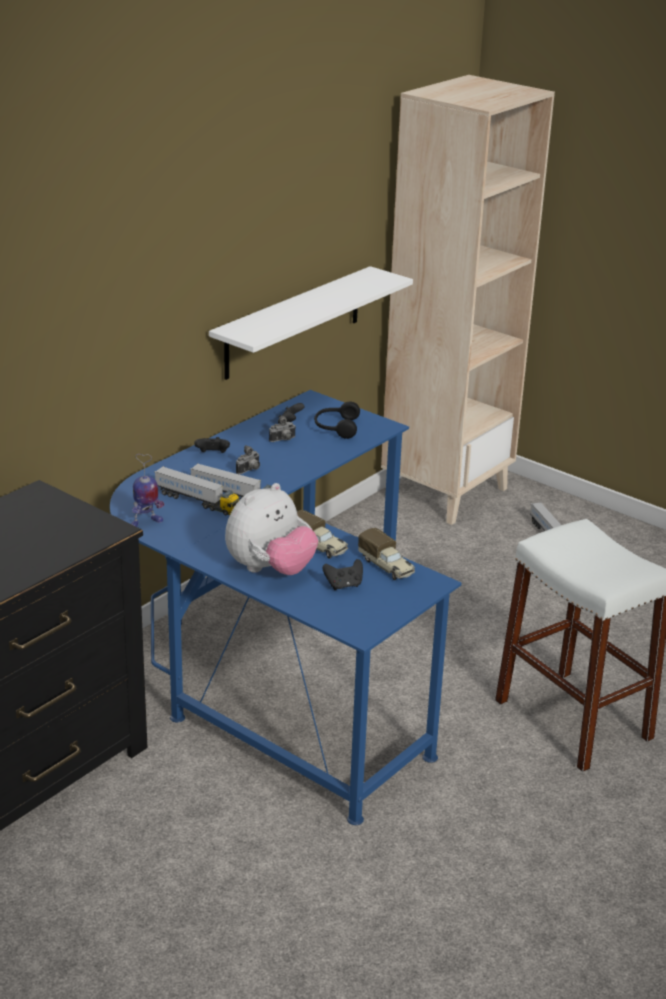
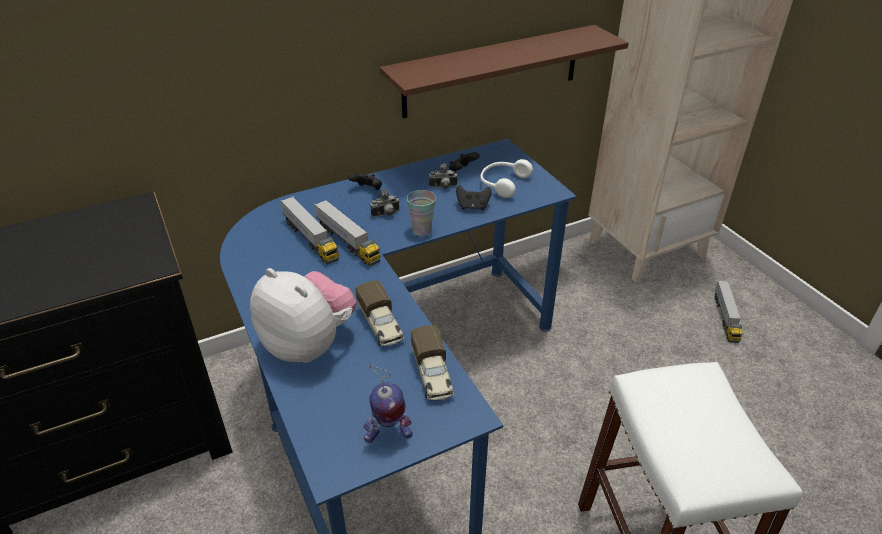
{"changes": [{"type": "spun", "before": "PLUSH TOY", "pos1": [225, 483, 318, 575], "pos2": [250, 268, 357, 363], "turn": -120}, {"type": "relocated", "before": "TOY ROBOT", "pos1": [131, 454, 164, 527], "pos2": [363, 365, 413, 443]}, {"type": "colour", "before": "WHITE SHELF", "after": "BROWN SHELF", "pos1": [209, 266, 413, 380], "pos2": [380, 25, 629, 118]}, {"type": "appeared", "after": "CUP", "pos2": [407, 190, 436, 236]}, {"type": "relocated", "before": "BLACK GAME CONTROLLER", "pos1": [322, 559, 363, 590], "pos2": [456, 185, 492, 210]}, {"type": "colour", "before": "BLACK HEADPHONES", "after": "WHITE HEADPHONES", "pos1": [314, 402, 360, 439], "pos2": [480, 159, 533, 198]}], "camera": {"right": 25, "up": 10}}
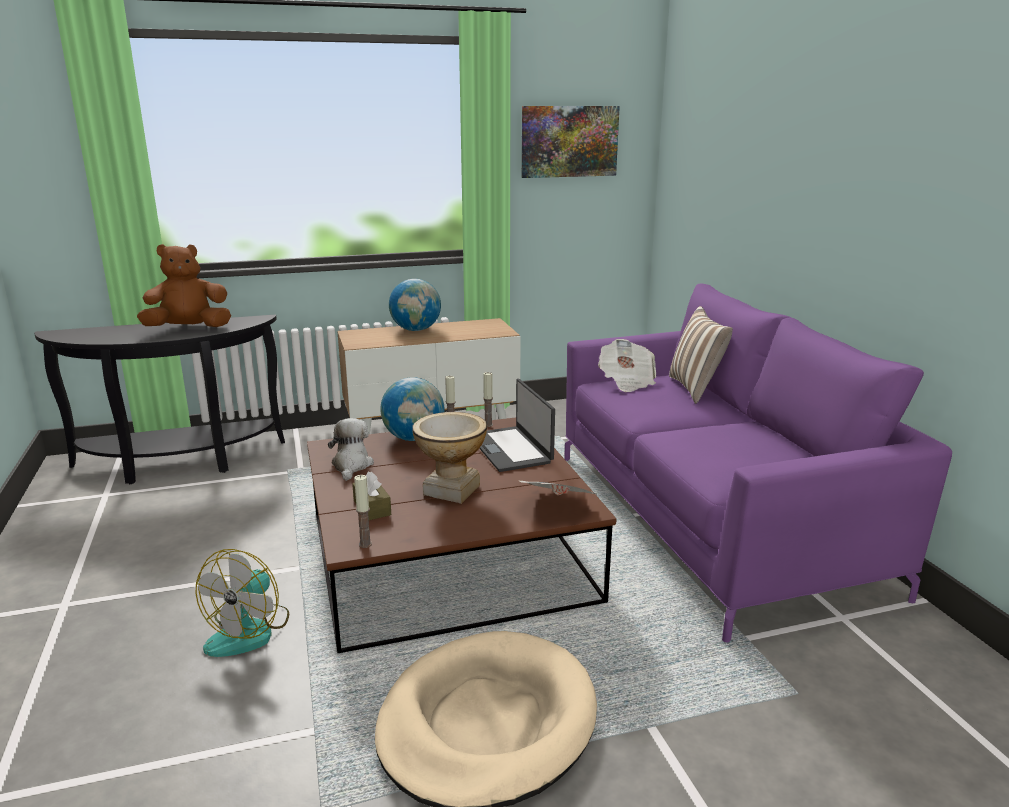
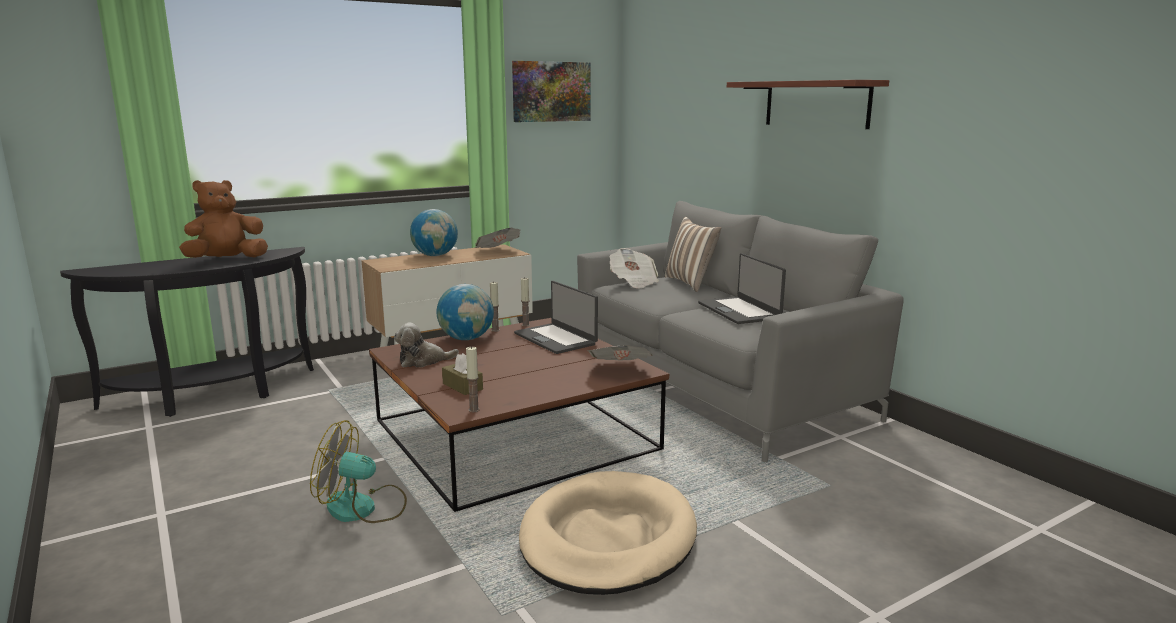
{"changes": [{"type": "spun", "before": "FAN", "pos1": [196, 549, 289, 657], "pos2": [310, 420, 407, 523], "turn": 90}, {"type": "spun", "before": "PLUSH TOY", "pos1": [328, 418, 374, 481], "pos2": [394, 323, 459, 367], "turn": -90}, {"type": "appeared", "after": "NEWSPAPER", "pos2": [475, 228, 520, 248]}, {"type": "colour", "before": "PURPLE SOFA", "after": "GREY SOFA", "pos1": [564, 283, 952, 642], "pos2": [577, 201, 904, 462]}, {"type": "appeared", "after": "LAPTOP", "pos2": [698, 253, 786, 324]}, {"type": "appeared", "after": "SHELF", "pos2": [727, 80, 889, 129]}, {"type": "missing", "before": "VASE", "pos1": [412, 412, 487, 504]}], "camera": {"right": -15, "up": -5}}
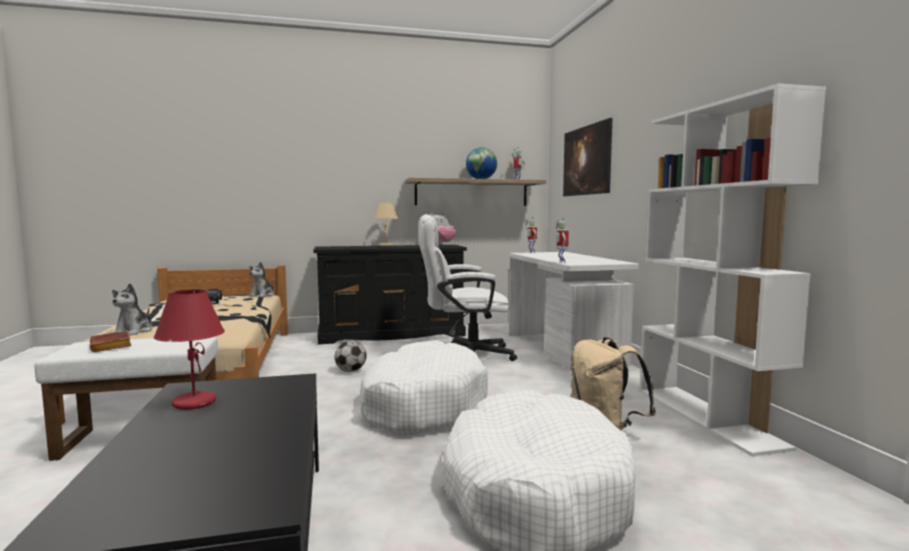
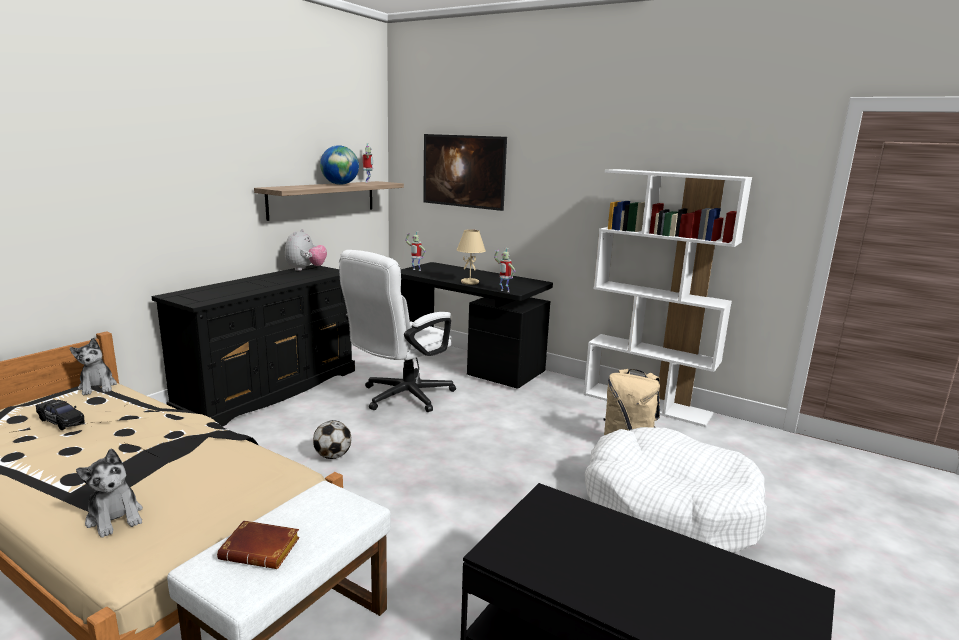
{"changes": [{"type": "colour", "before": "WHITE DESK", "after": "BLACK DESK", "pos1": [509, 252, 639, 369], "pos2": [401, 262, 553, 388]}, {"type": "relocated", "before": "BEIGE TABLE LAMP", "pos1": [374, 202, 398, 247], "pos2": [457, 230, 486, 285]}, {"type": "missing", "before": "RED TABLE LAMP", "pos1": [154, 289, 225, 410]}, {"type": "missing", "before": "WHITE DOG BED", "pos1": [360, 340, 488, 435]}], "camera": {"right": -45, "up": 10}}
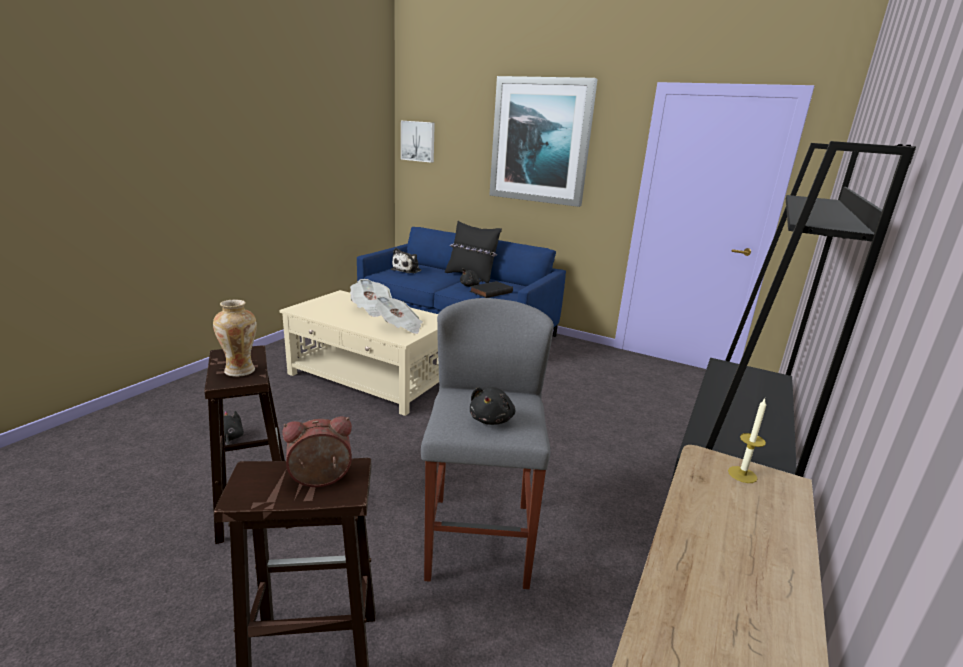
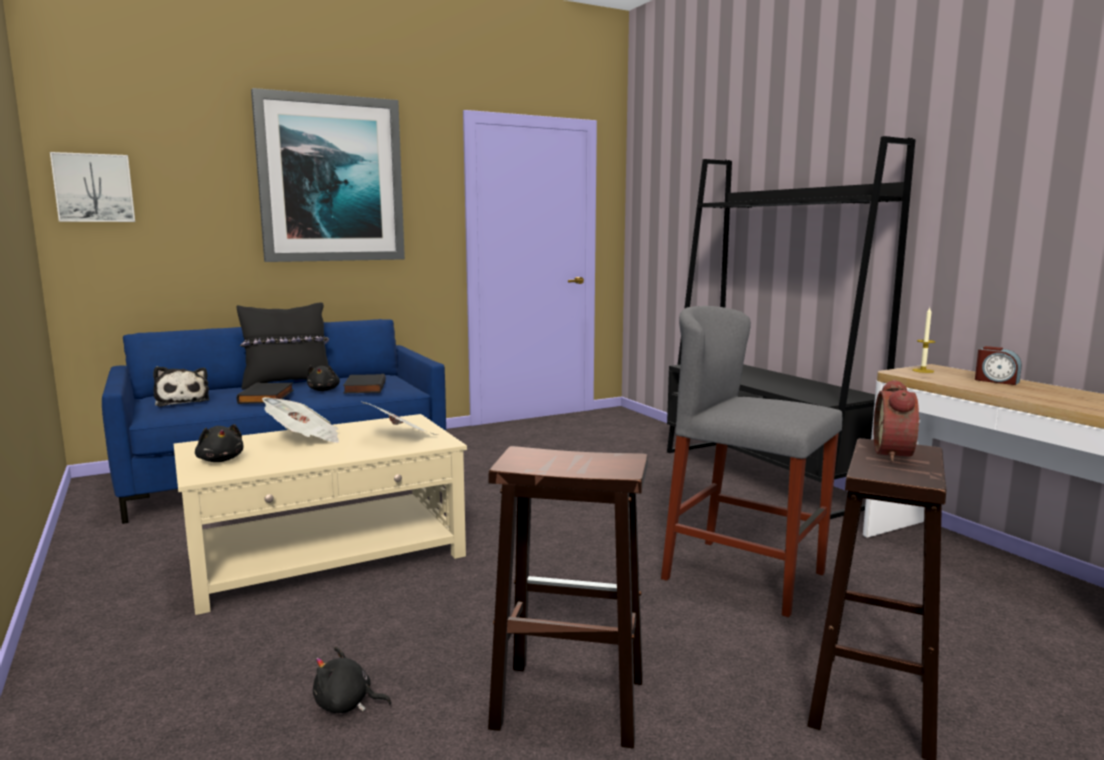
{"changes": [{"type": "relocated", "before": "BLACK PLUSH TOY", "pos1": [470, 387, 515, 425], "pos2": [195, 424, 243, 462]}, {"type": "appeared", "after": "BLACK BOOK", "pos2": [237, 383, 294, 404]}, {"type": "appeared", "after": "ALARM CLOCK", "pos2": [975, 346, 1022, 385]}, {"type": "missing", "before": "VASE", "pos1": [213, 299, 257, 377]}], "camera": {"right": -55, "up": -10}}
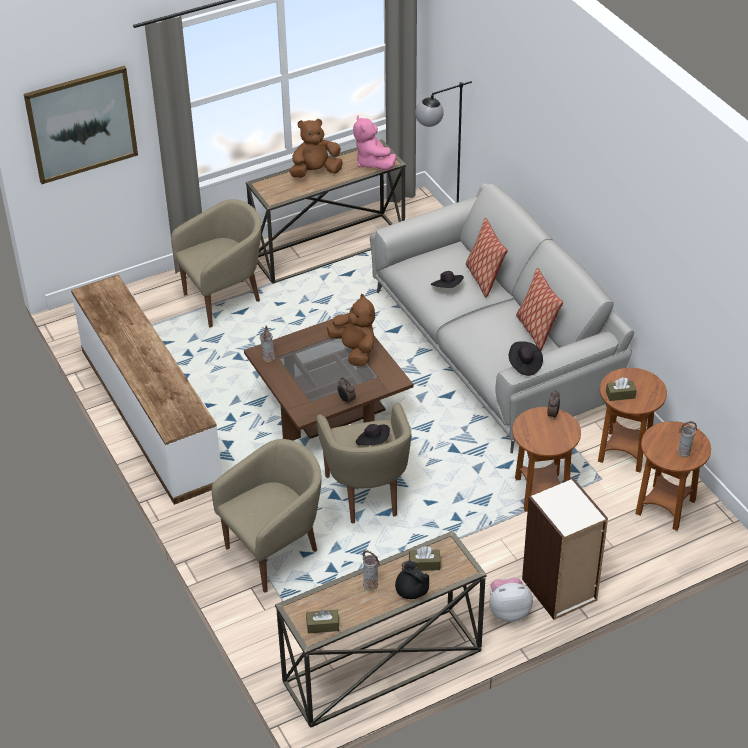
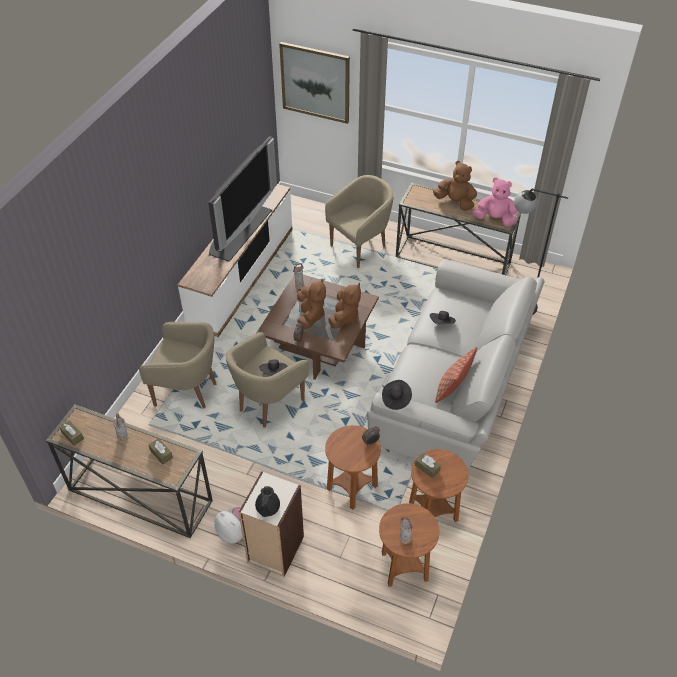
{"changes": [{"type": "appeared", "after": "TELEVISION", "pos2": [208, 136, 277, 262]}, {"type": "relocated", "before": "BLACK TEAPOT", "pos1": [395, 561, 429, 599], "pos2": [255, 486, 280, 517]}, {"type": "appeared", "after": "BROWN PLUSH TOY", "pos2": [297, 279, 326, 329]}, {"type": "spun", "before": "BEIGE ARMCHAIR", "pos1": [171, 199, 262, 328], "pos2": [325, 175, 394, 268], "turn": -60}, {"type": "spun", "before": "PINK PLUSH TOY", "pos1": [353, 115, 396, 170], "pos2": [473, 178, 518, 226], "turn": 75}, {"type": "missing", "before": "PILLOW", "pos1": [466, 218, 507, 298]}], "camera": {"right": 50, "up": 5}}
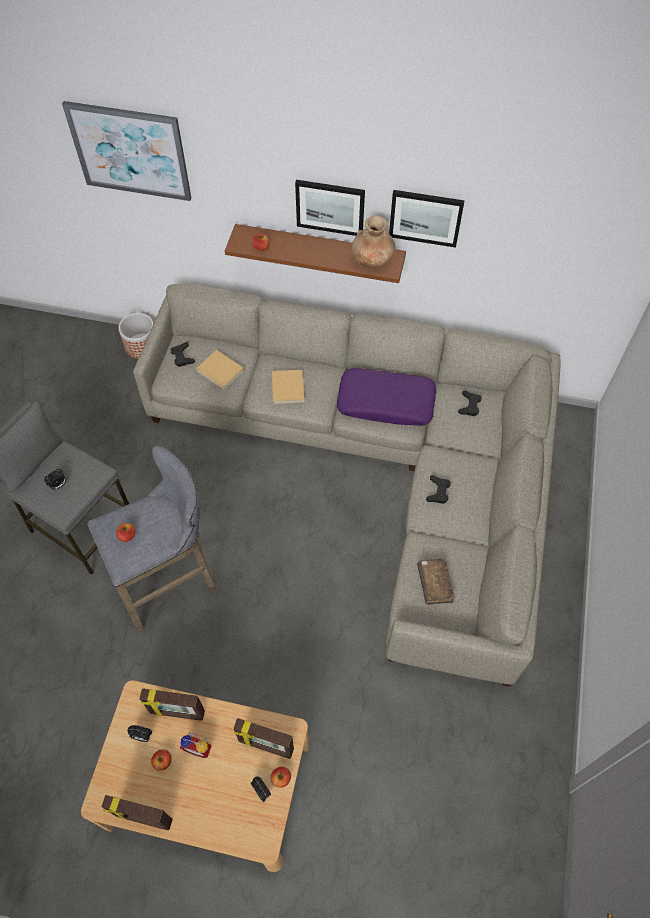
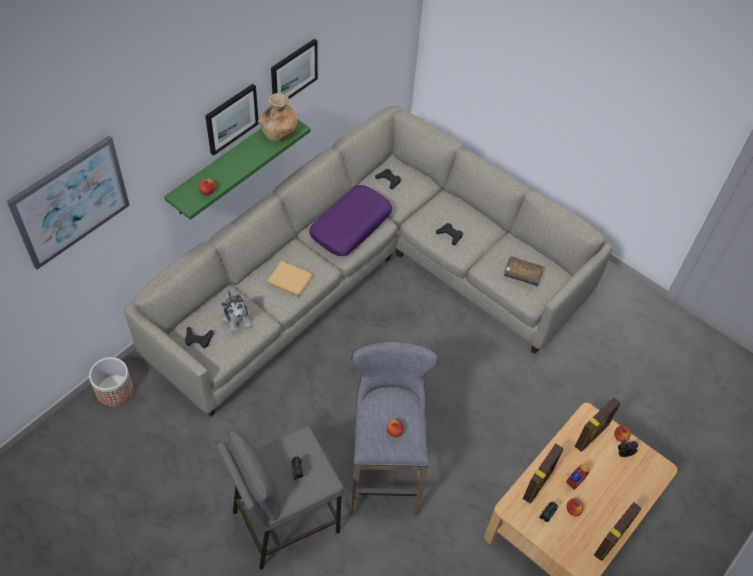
{"changes": [{"type": "colour", "before": "BROWN SHELF", "after": "GREEN SHELF", "pos1": [225, 224, 406, 283], "pos2": [164, 121, 311, 220]}, {"type": "exchanged", "before": "BEIGE BOOK", "after": "PLUSH TOY", "pos1": [196, 350, 244, 390], "pos2": [221, 290, 252, 333]}], "camera": {"right": -65, "up": -5}}
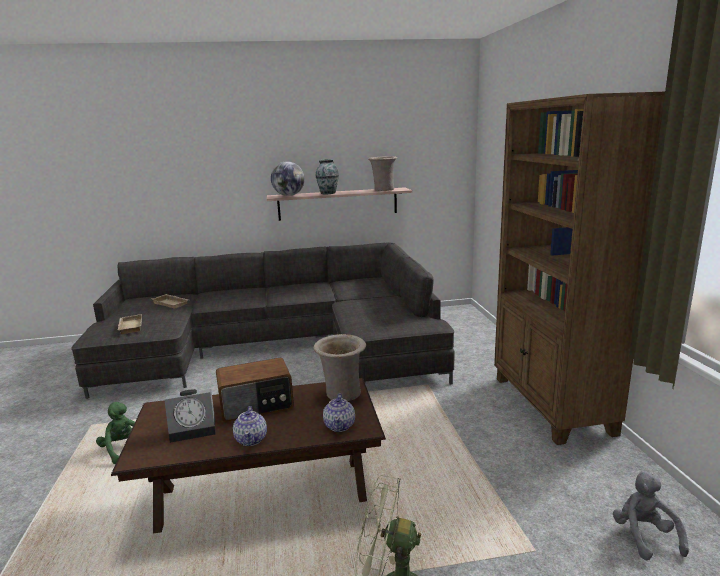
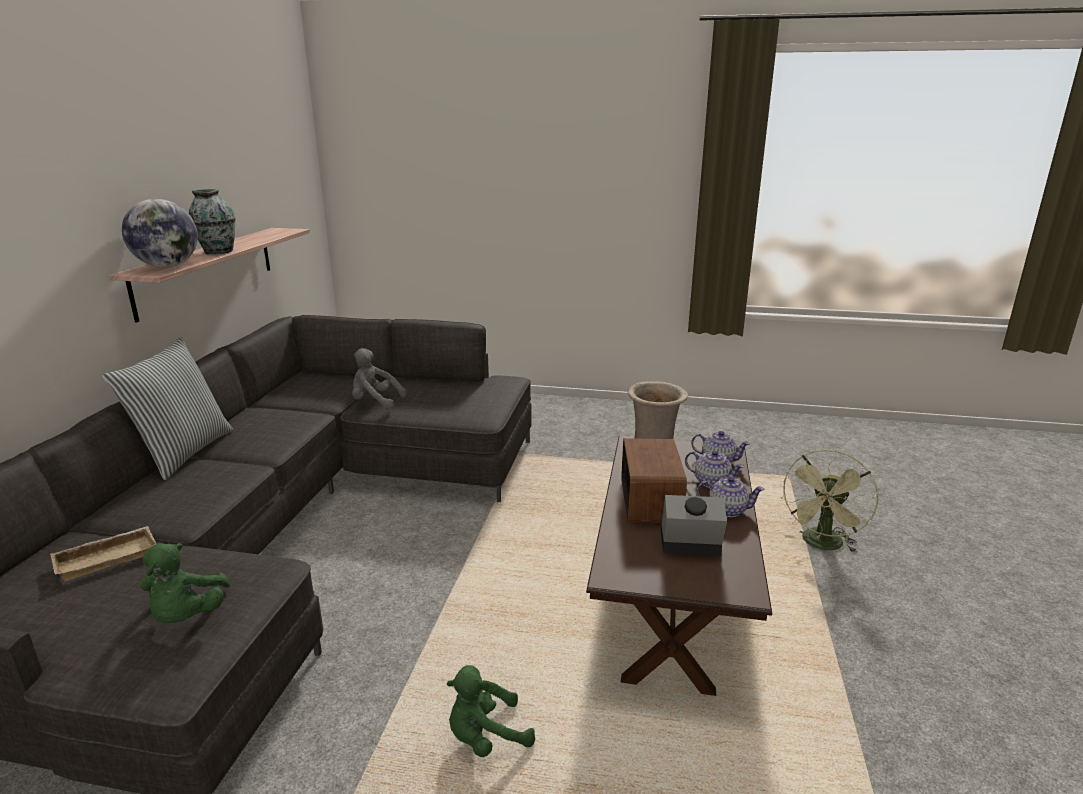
{"changes": [{"type": "appeared", "after": "PILLOW", "pos2": [102, 337, 233, 480]}, {"type": "exchanged", "before": "BEIGE TRAY", "after": "GREEN PLUSH TOY", "pos1": [118, 314, 142, 334], "pos2": [141, 543, 230, 623]}, {"type": "relocated", "before": "GREY PLUSH TOY", "pos1": [613, 472, 689, 560], "pos2": [352, 348, 407, 409]}, {"type": "spun", "before": "ALARM CLOCK", "pos1": [165, 389, 215, 443], "pos2": [661, 495, 727, 556], "turn": -90}, {"type": "appeared", "after": "TEAPOT", "pos2": [685, 450, 744, 488]}, {"type": "missing", "before": "BEIGE VASE", "pos1": [368, 156, 398, 191]}, {"type": "missing", "before": "BROWN BOOKCASE", "pos1": [494, 92, 665, 445]}], "camera": {"right": -70, "up": 5}}
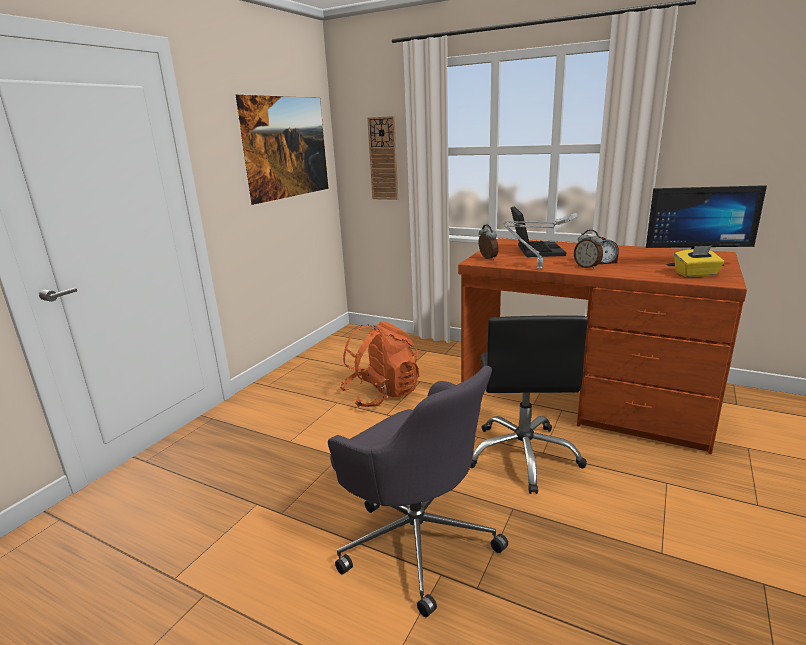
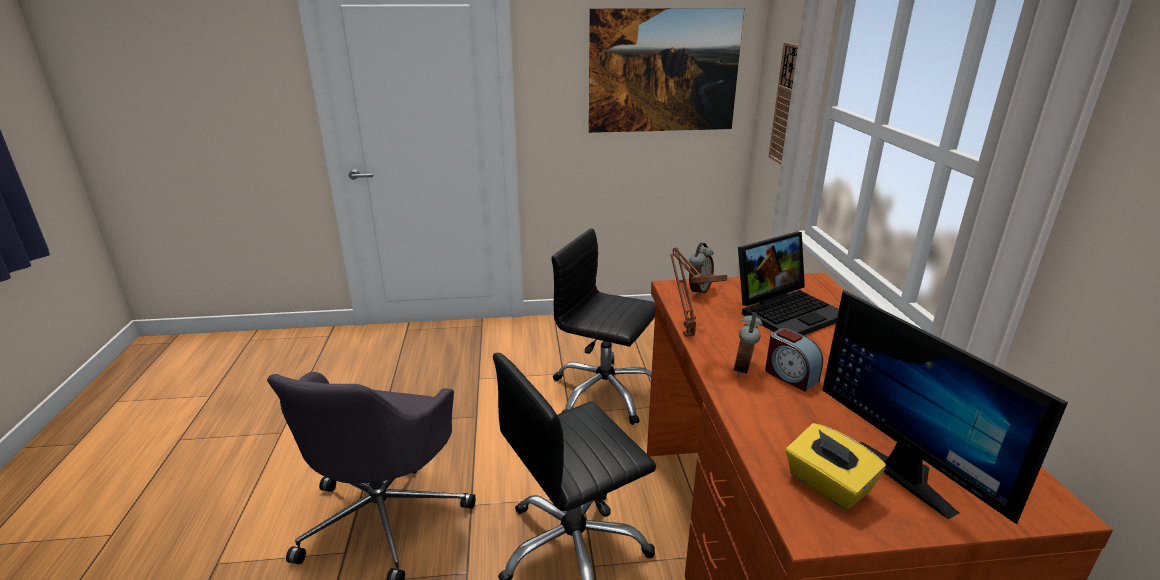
{"changes": [{"type": "exchanged", "before": "ORANGE BACKPACK", "after": "BLACK OFFICE CHAIR", "pos1": [340, 321, 419, 407], "pos2": [551, 228, 656, 425]}, {"type": "colour", "before": "GREY TABLE LAMP", "after": "BROWN TABLE LAMP", "pos1": [503, 213, 577, 270], "pos2": [670, 247, 728, 337]}], "camera": {"right": 55, "up": 5}}
